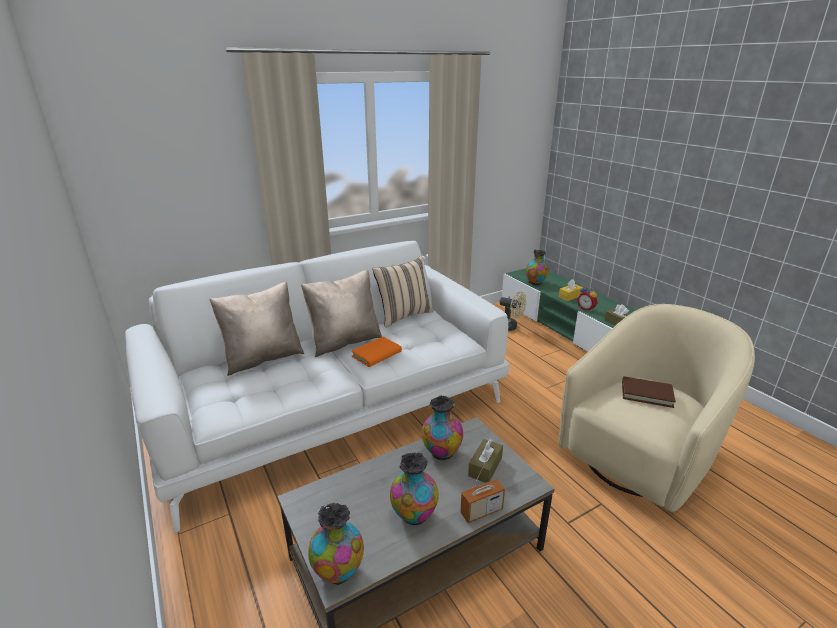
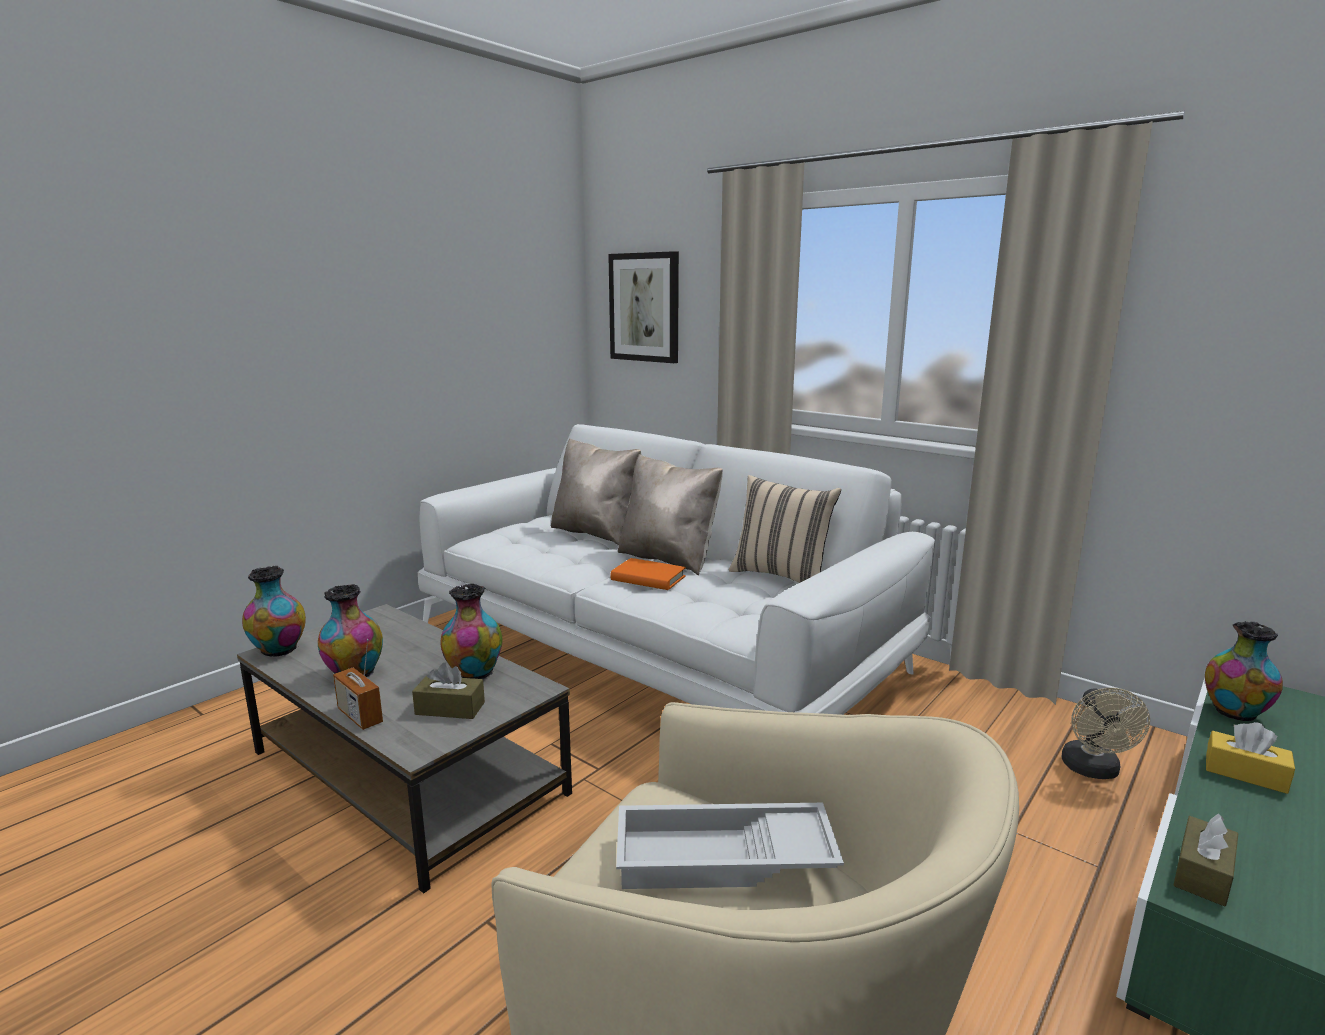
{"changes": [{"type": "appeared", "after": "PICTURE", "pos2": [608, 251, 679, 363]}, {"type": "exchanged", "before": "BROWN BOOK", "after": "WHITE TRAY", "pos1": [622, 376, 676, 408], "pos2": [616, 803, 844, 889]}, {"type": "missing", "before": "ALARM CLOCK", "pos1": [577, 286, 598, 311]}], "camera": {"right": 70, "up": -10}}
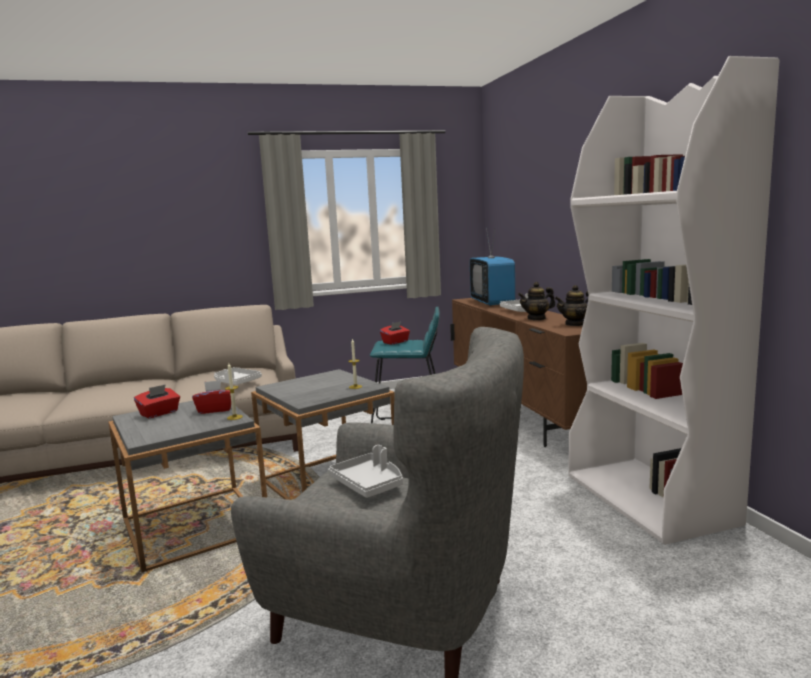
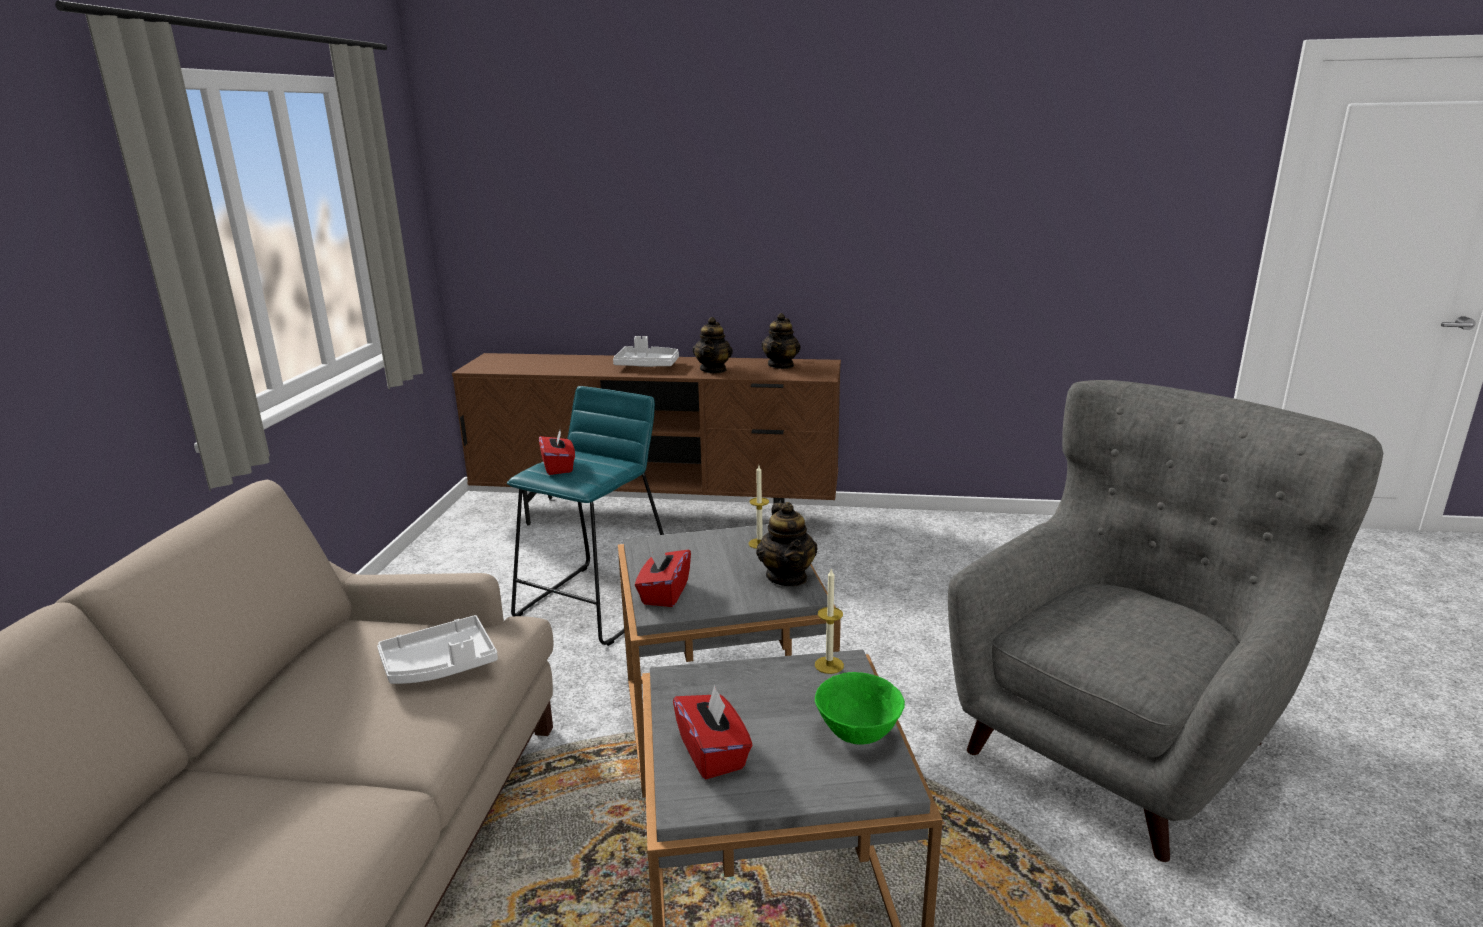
{"changes": [{"type": "relocated", "before": "RED TISSUE BOX", "pos1": [192, 380, 231, 414], "pos2": [635, 542, 691, 607]}, {"type": "appeared", "after": "TEAPOT", "pos2": [756, 502, 817, 586]}, {"type": "appeared", "after": "GREEN BOWL", "pos2": [815, 672, 905, 745]}, {"type": "missing", "before": "GREY TRAY", "pos1": [328, 445, 403, 498]}, {"type": "missing", "before": "TELEVISION", "pos1": [470, 227, 515, 306]}, {"type": "missing", "before": "WHITE BOOKCASE", "pos1": [568, 56, 779, 545]}], "camera": {"right": -65, "up": 10}}
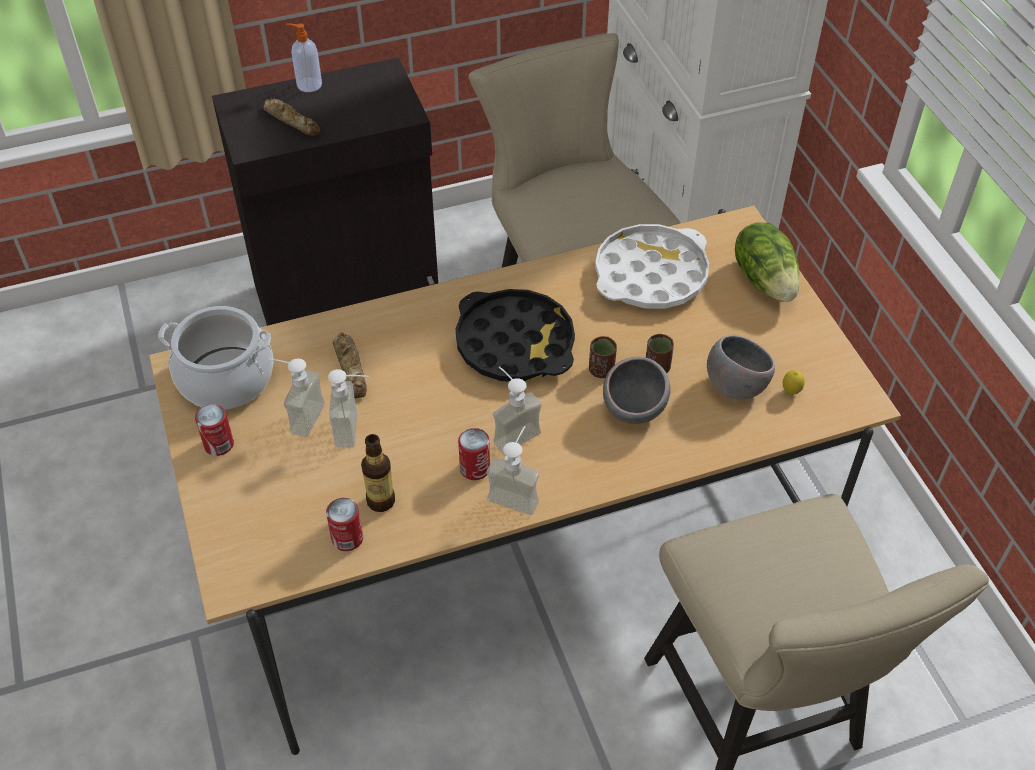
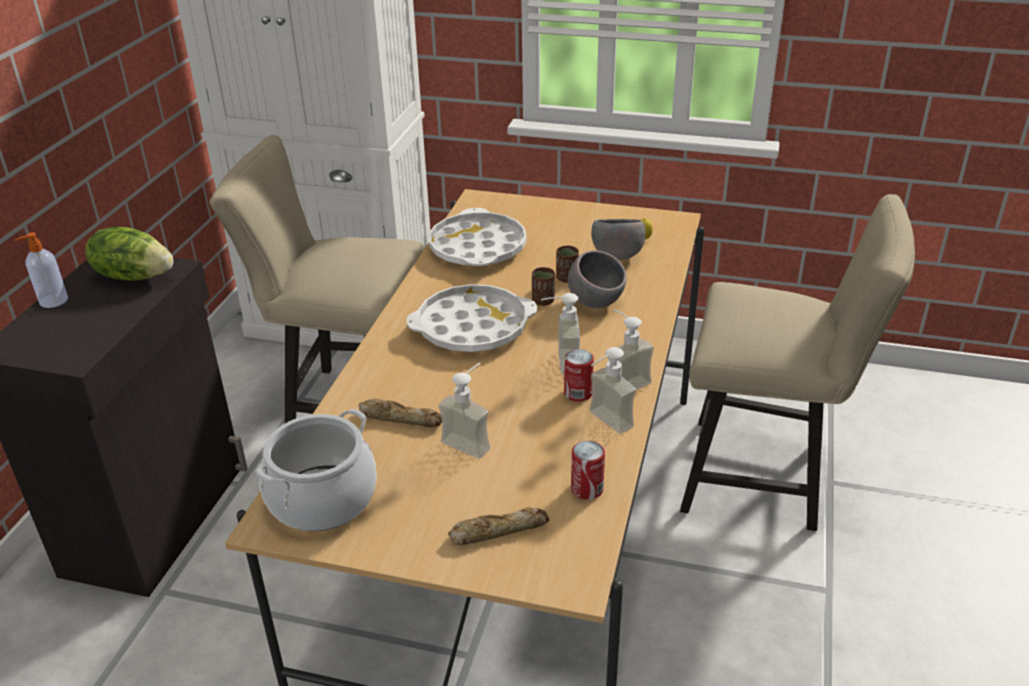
{"changes": [{"type": "relocated", "before": "LETTUCE", "pos1": [735, 222, 799, 302], "pos2": [85, 227, 174, 280]}, {"type": "colour", "before": "BLACK TRAY", "after": "WHITE TRAY", "pos1": [456, 289, 575, 382], "pos2": [407, 284, 537, 352]}, {"type": "relocated", "before": "BREAD", "pos1": [264, 99, 320, 136], "pos2": [448, 507, 549, 545]}, {"type": "relocated", "before": "SOAP DISPENSER", "pos1": [268, 359, 325, 437], "pos2": [590, 347, 636, 434]}, {"type": "missing", "before": "CAN", "pos1": [195, 404, 234, 456]}, {"type": "missing", "before": "BOTTLE", "pos1": [361, 434, 395, 512]}], "camera": {"right": -55, "up": -15}}
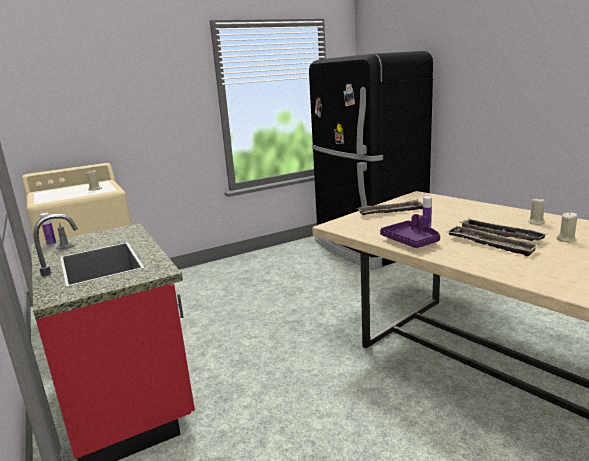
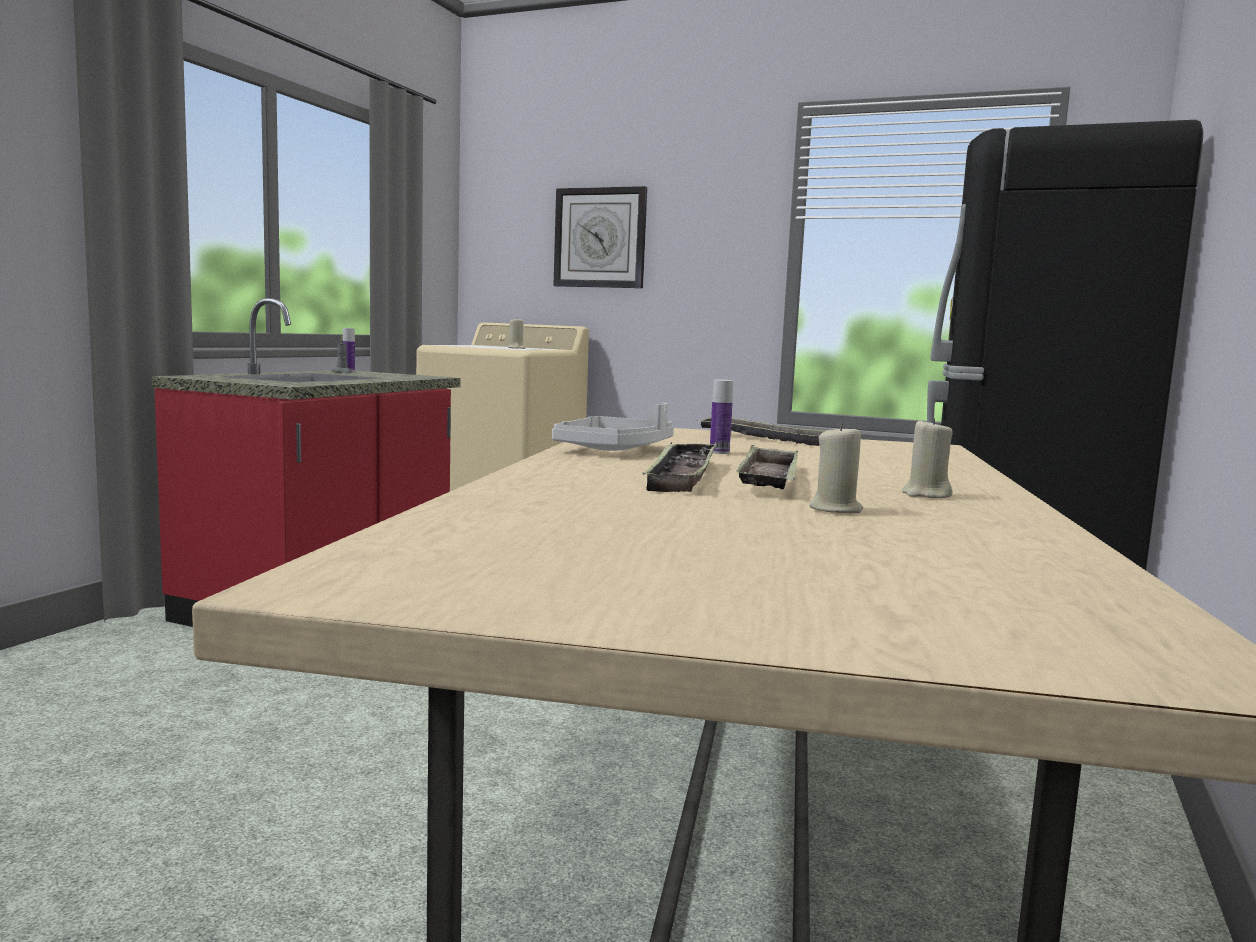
{"changes": [{"type": "colour", "before": "PURPLE TRAY", "after": "WHITE TRAY", "pos1": [380, 214, 440, 248], "pos2": [552, 403, 674, 451]}, {"type": "appeared", "after": "WALL CLOCK", "pos2": [553, 186, 647, 288]}], "camera": {"right": 50, "up": -10}}
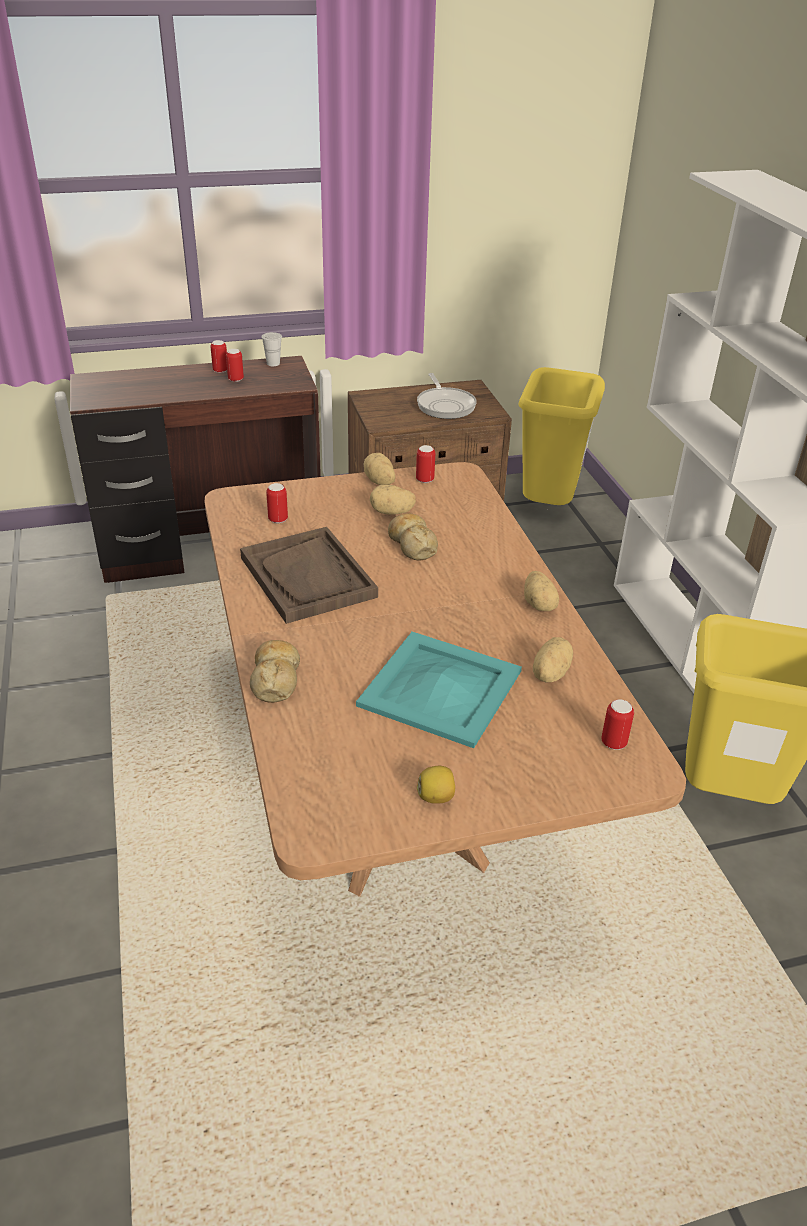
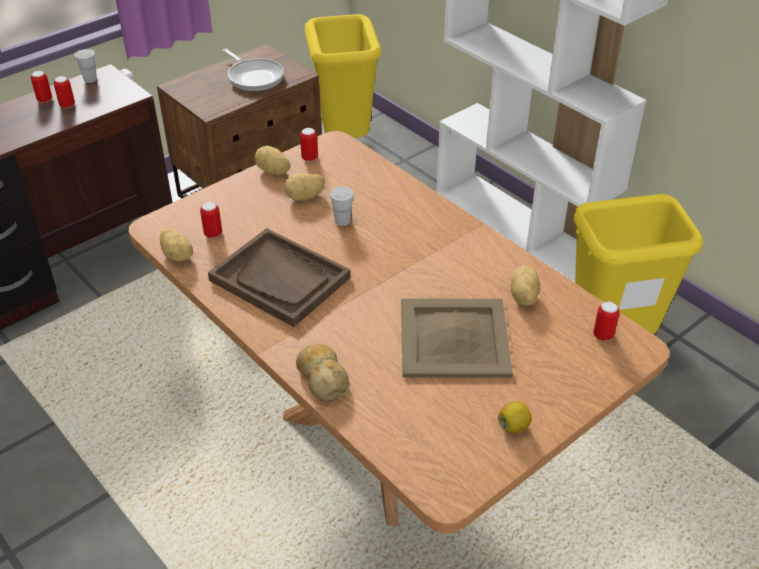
{"changes": [{"type": "relocated", "before": "POTATO", "pos1": [524, 571, 559, 611], "pos2": [160, 228, 193, 261]}, {"type": "exchanged", "before": "BREAD", "after": "WHITE CUP", "pos1": [388, 513, 438, 560], "pos2": [329, 186, 354, 226]}, {"type": "colour", "before": "TURQUOISE TRAY", "after": "BEIGE TRAY", "pos1": [356, 632, 522, 748], "pos2": [401, 299, 513, 378]}], "camera": {"right": -25, "up": 5}}
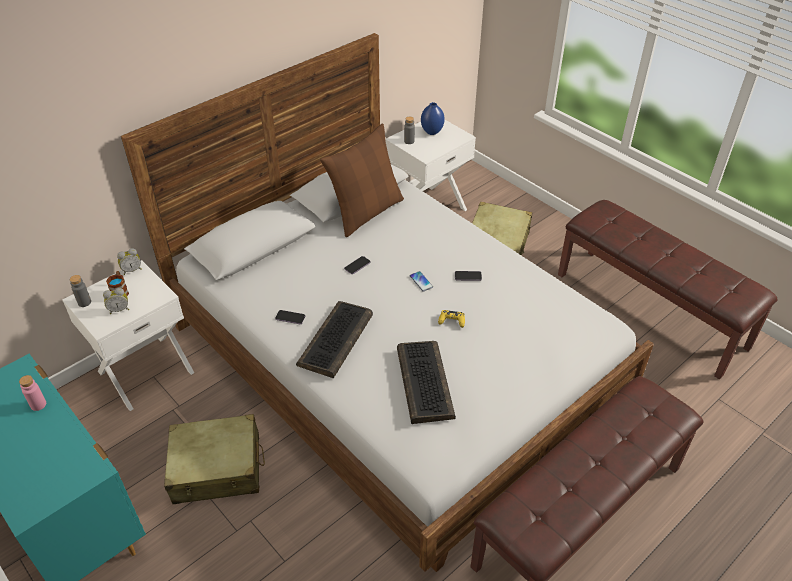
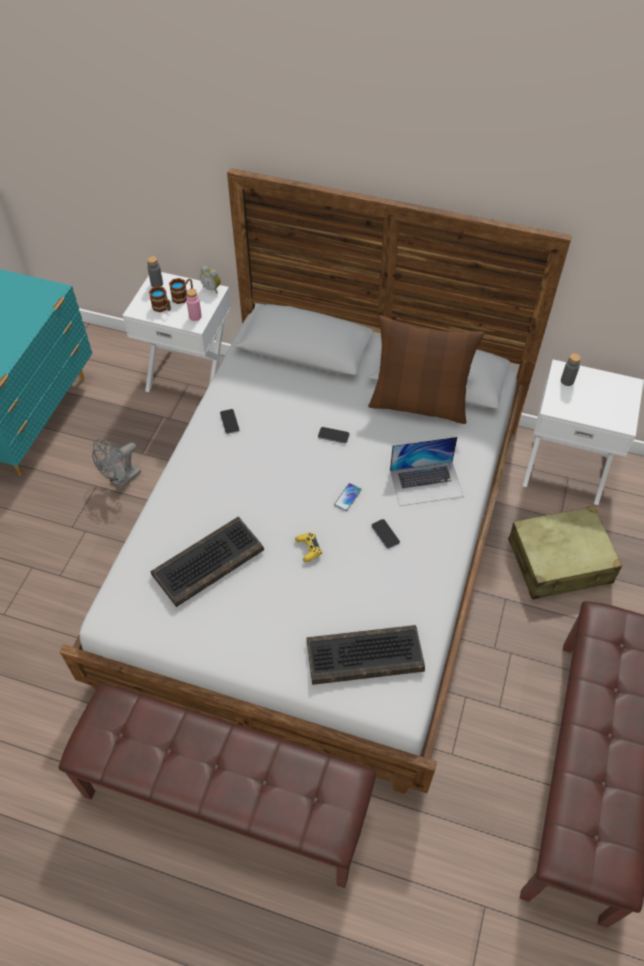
{"changes": [{"type": "exchanged", "before": "BEIGE SUITCASE", "after": "GREY FAN", "pos1": [164, 414, 265, 504], "pos2": [92, 439, 141, 489]}, {"type": "exchanged", "before": "ALARM CLOCK", "after": "MUG", "pos1": [103, 288, 129, 314], "pos2": [149, 286, 171, 312]}, {"type": "relocated", "before": "PINK BOTTLE", "pos1": [19, 375, 46, 411], "pos2": [186, 289, 202, 321]}, {"type": "relocated", "before": "KEYBOARD", "pos1": [296, 301, 373, 378], "pos2": [306, 625, 425, 685]}, {"type": "appeared", "after": "LAPTOP", "pos2": [390, 437, 464, 506]}, {"type": "missing", "before": "BLUE VASE", "pos1": [421, 102, 445, 135]}], "camera": {"right": 60, "up": 10}}
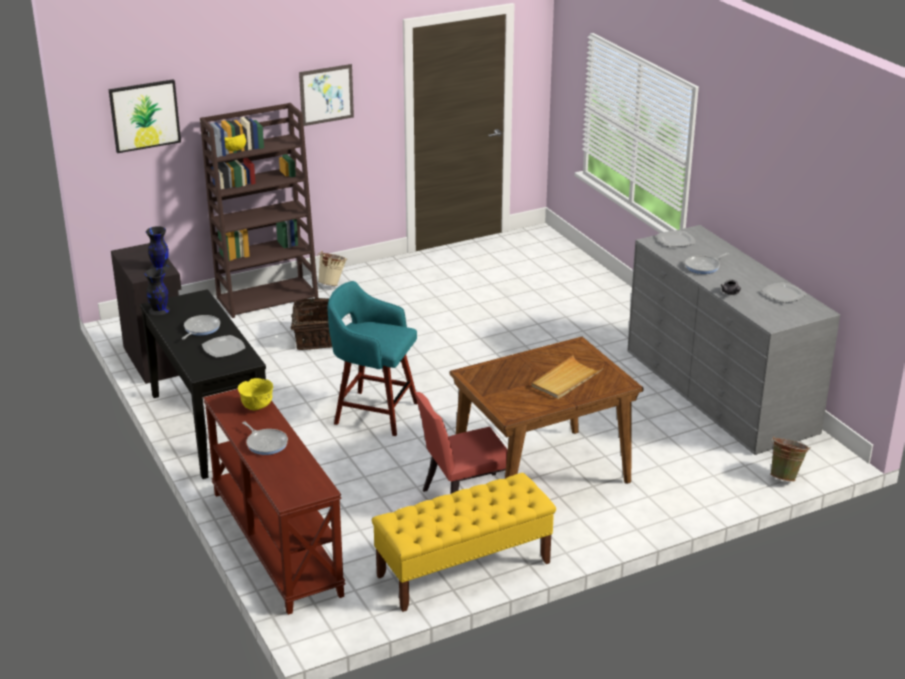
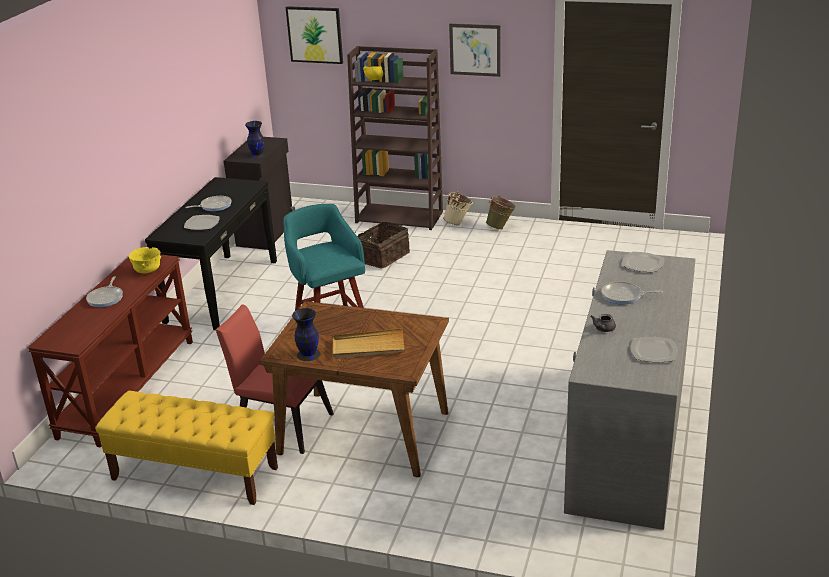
{"changes": [{"type": "relocated", "before": "BLACK VASE", "pos1": [144, 268, 170, 315], "pos2": [292, 308, 320, 361]}, {"type": "relocated", "before": "GREEN BUCKET", "pos1": [770, 436, 810, 482], "pos2": [486, 195, 516, 230]}], "camera": {"right": 45, "up": 0}}
